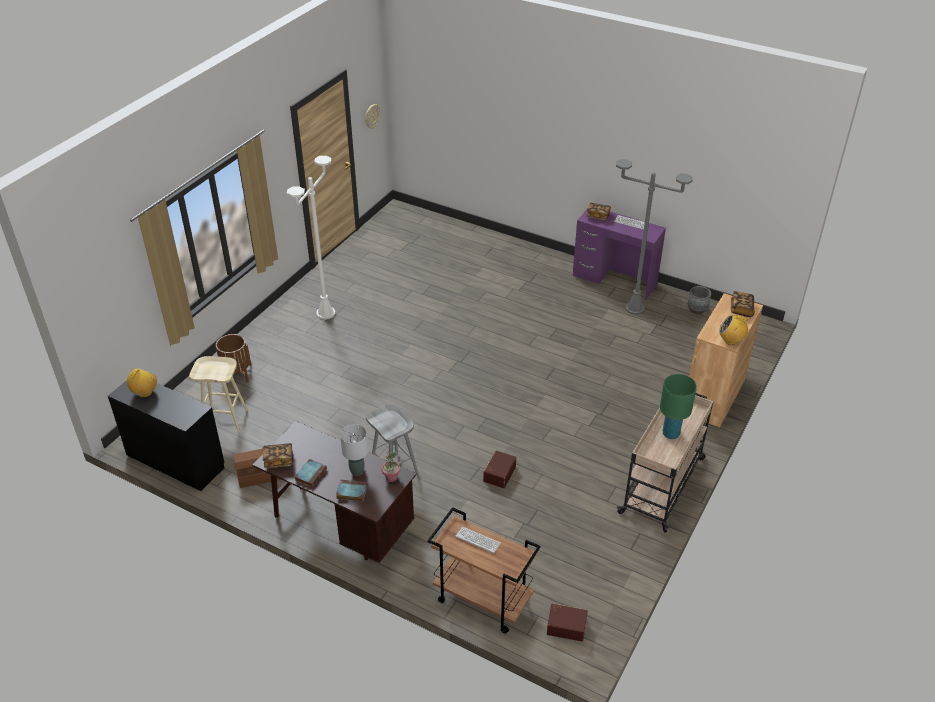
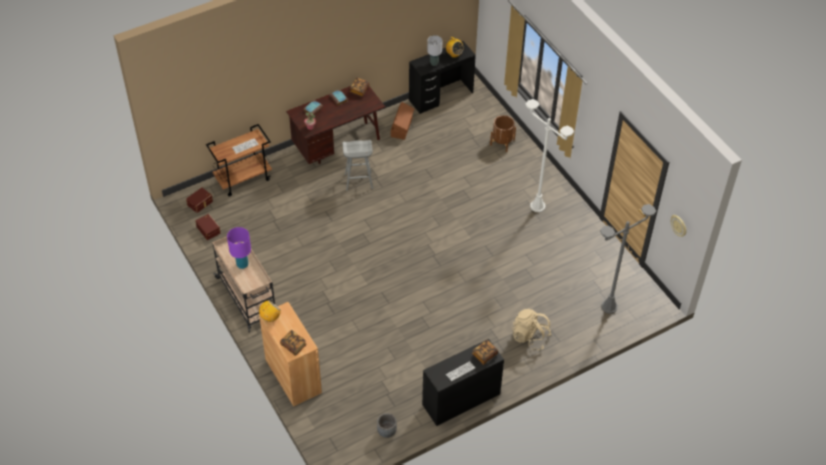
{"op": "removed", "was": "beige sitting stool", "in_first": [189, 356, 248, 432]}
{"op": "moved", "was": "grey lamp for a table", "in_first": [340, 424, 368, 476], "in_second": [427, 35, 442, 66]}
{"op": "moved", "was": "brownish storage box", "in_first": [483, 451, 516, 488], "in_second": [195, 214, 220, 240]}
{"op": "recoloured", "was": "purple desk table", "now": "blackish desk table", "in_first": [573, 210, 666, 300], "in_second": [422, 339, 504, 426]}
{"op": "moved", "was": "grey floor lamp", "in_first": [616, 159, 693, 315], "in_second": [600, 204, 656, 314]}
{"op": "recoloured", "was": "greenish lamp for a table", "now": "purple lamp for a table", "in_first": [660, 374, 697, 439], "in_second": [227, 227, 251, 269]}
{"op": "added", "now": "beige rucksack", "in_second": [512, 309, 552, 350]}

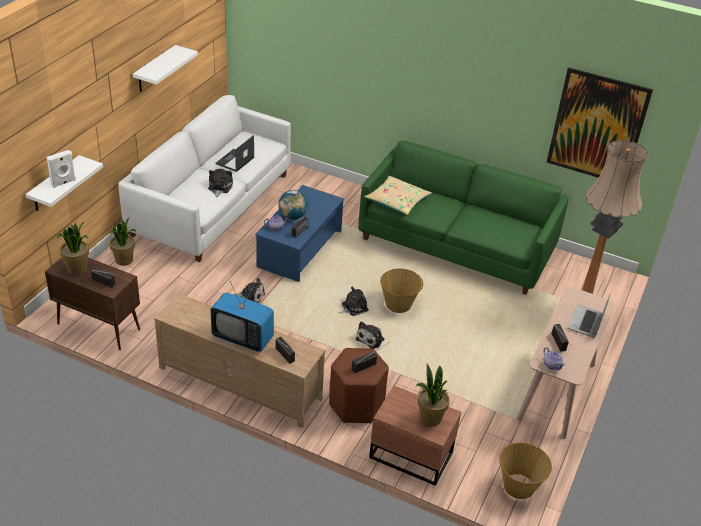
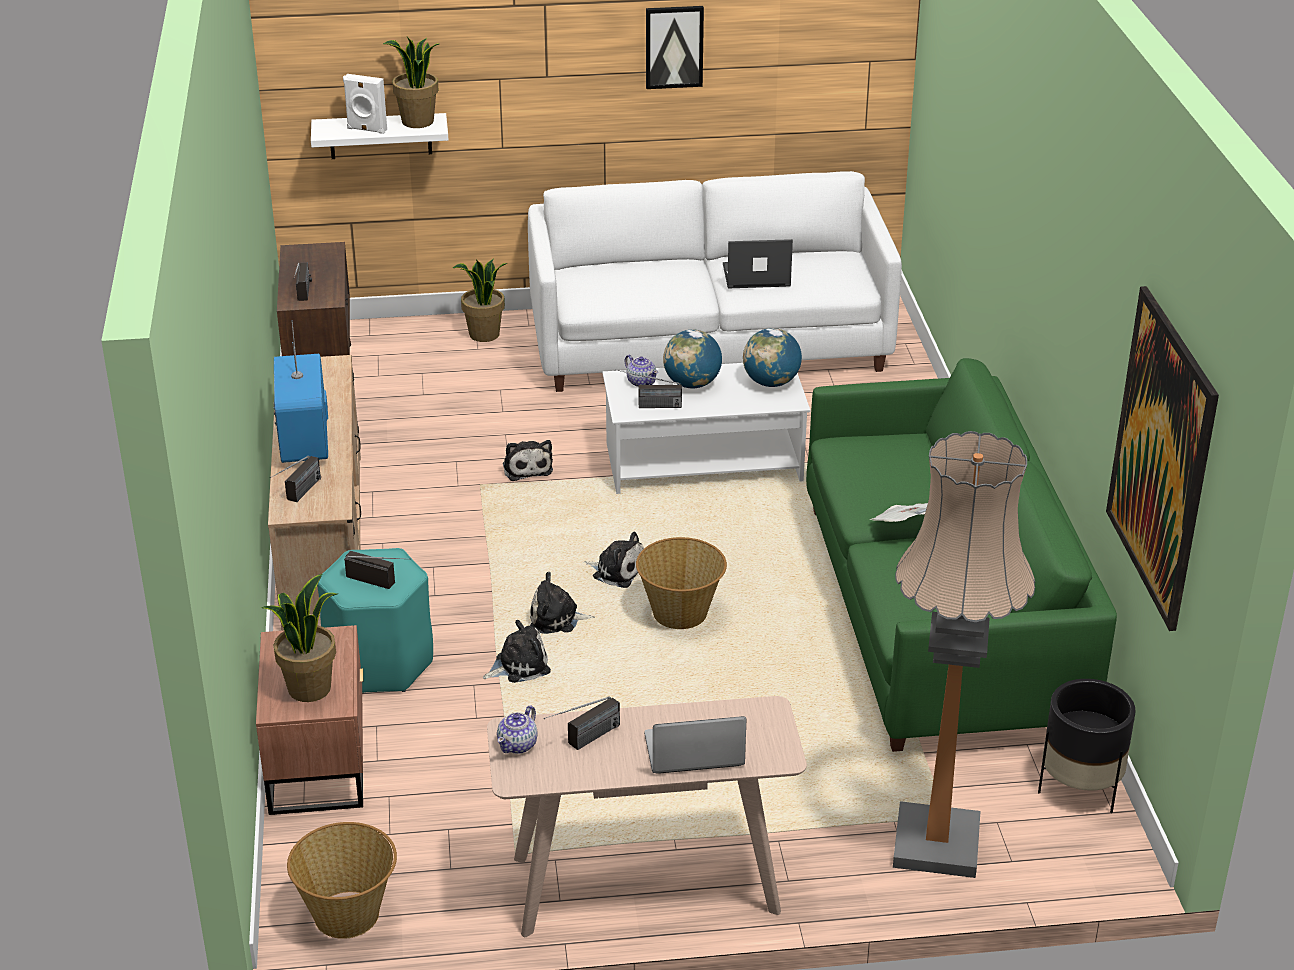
{"op": "moved", "was": "potted plant", "in_first": [57, 221, 89, 275], "in_second": [383, 37, 439, 128]}
{"op": "replaced", "was": "white-coloured shelf", "now": "picture", "in_first": [133, 45, 198, 92], "in_second": [646, 6, 704, 89]}
{"op": "moved", "was": "plush toy", "in_first": [208, 169, 233, 198], "in_second": [483, 620, 551, 683]}
{"op": "recoloured", "was": "bluish coffee table", "now": "white-coloured coffee table", "in_first": [255, 185, 344, 282], "in_second": [602, 363, 810, 494]}
{"op": "recoloured", "was": "brownish sitting stool", "now": "turquoise sitting stool", "in_first": [329, 348, 389, 424], "in_second": [317, 548, 433, 693]}
{"op": "removed", "was": "beige pillow", "in_first": [364, 176, 432, 215]}
{"op": "added", "now": "world globe", "in_second": [743, 328, 802, 387]}
{"op": "added", "now": "daily paper", "in_second": [869, 503, 928, 522]}
{"op": "added", "now": "blackish plant pot", "in_second": [1038, 679, 1136, 813]}

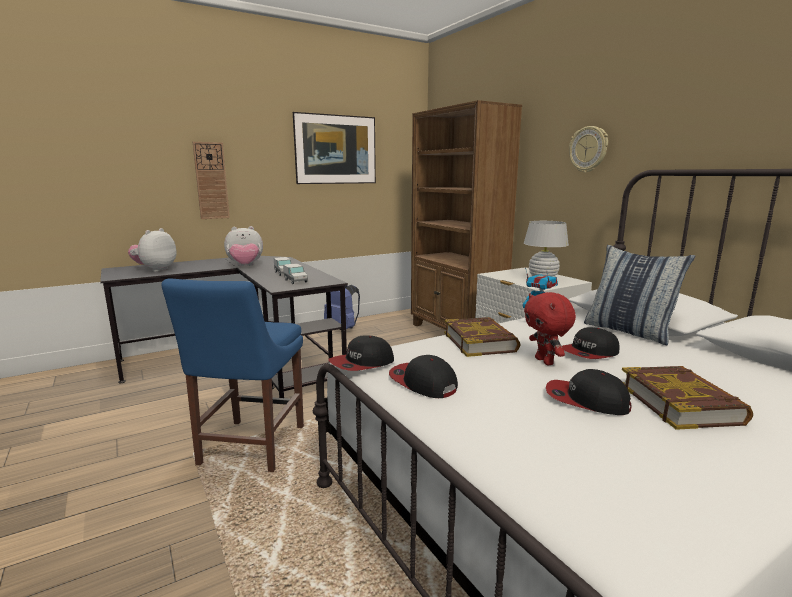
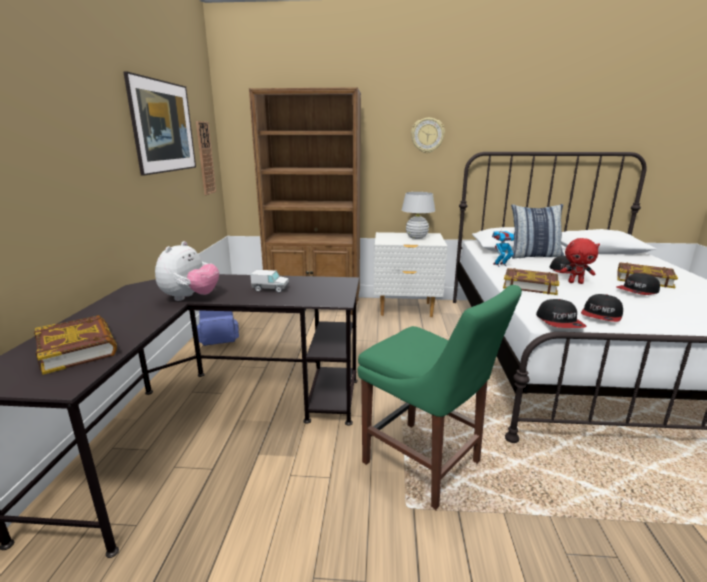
{"op": "replaced", "was": "plush toy", "now": "volume", "in_first": [128, 228, 176, 272], "in_second": [34, 315, 117, 375]}
{"op": "recoloured", "was": "bluish chair", "now": "greenish chair", "in_first": [161, 279, 304, 472], "in_second": [357, 285, 522, 511]}
{"op": "moved", "was": "hanging clock", "in_first": [193, 142, 230, 219], "in_second": [196, 121, 216, 195]}
{"op": "removed", "was": "toy lorry", "in_first": [283, 263, 308, 284]}
{"op": "turned", "was": "cap", "in_first": [389, 355, 458, 398], "in_second": [581, 294, 623, 322], "clockwise": -45}

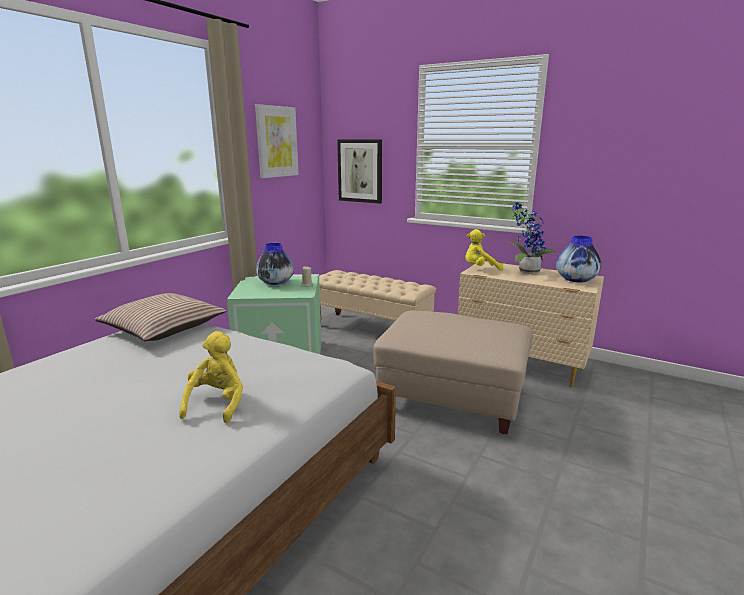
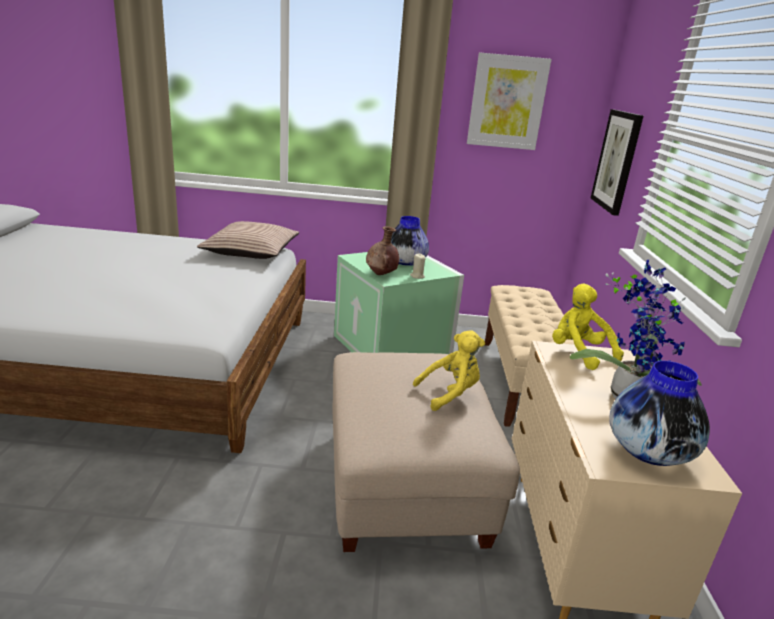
{"op": "moved", "was": "yellow-coloured plush toy", "in_first": [179, 331, 243, 423], "in_second": [413, 330, 485, 411]}
{"op": "added", "now": "brownish vase", "in_second": [366, 226, 399, 275]}

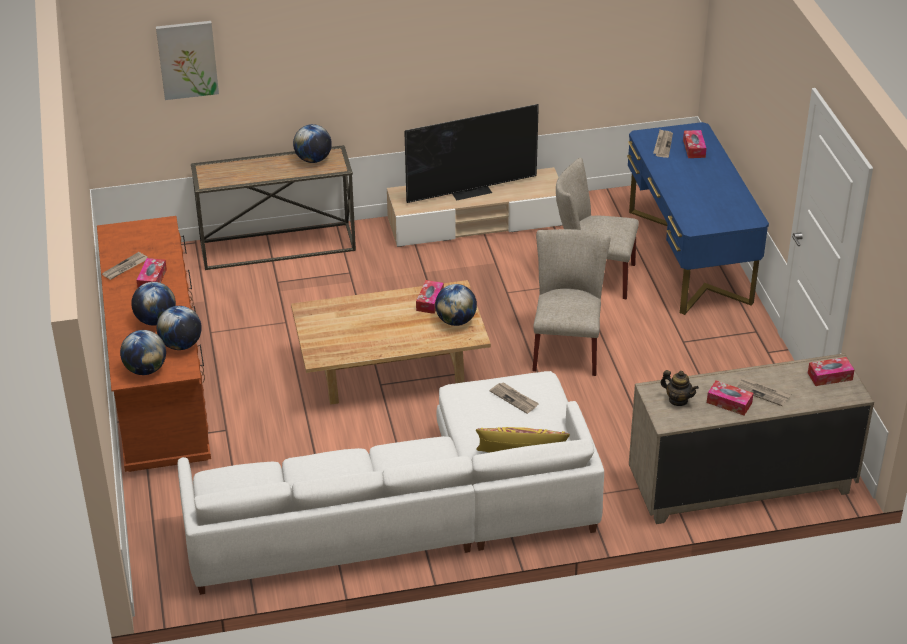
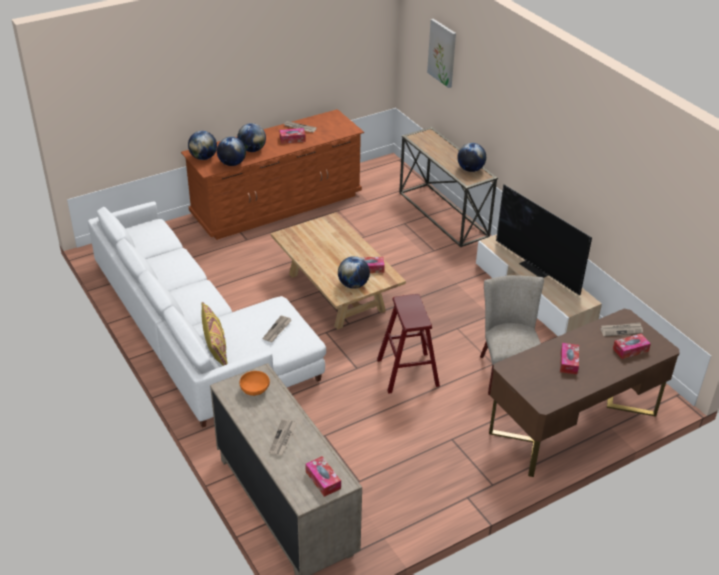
{"op": "replaced", "was": "beige chair", "now": "red sitting stool", "in_first": [532, 229, 610, 376], "in_second": [377, 294, 440, 394]}
{"op": "recoloured", "was": "bluish desk table", "now": "brownish desk table", "in_first": [627, 122, 769, 315], "in_second": [489, 309, 679, 477]}
{"op": "replaced", "was": "pot for tea", "now": "orangey bowl", "in_first": [661, 370, 699, 406], "in_second": [240, 371, 270, 396]}
{"op": "moved", "was": "tissue box", "in_first": [707, 380, 753, 415], "in_second": [560, 343, 579, 374]}

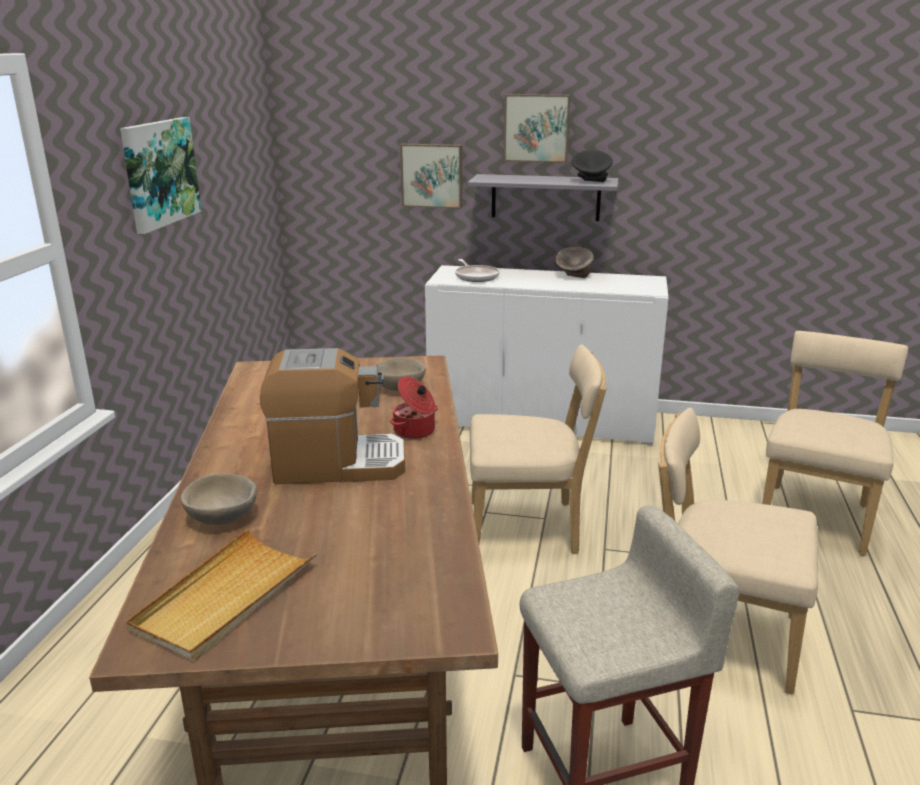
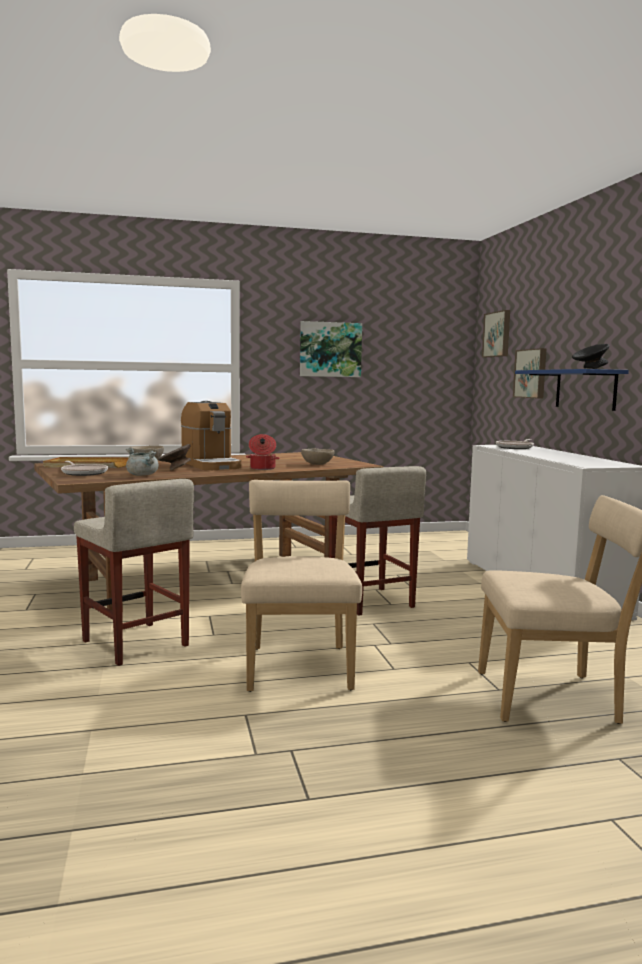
{"op": "recoloured", "was": "grey shelf", "now": "bluish shelf", "in_first": [468, 174, 619, 221], "in_second": [515, 369, 629, 411]}
{"op": "replaced", "was": "beige chair", "now": "beige sitting stool", "in_first": [470, 344, 607, 554], "in_second": [329, 466, 426, 615]}
{"op": "moved", "was": "picture", "in_first": [503, 94, 570, 163], "in_second": [482, 310, 510, 357]}
{"op": "moved", "was": "grey bowl", "in_first": [555, 247, 594, 278], "in_second": [158, 444, 191, 470]}
{"op": "added", "now": "pan", "in_second": [61, 461, 108, 476]}
{"op": "added", "now": "grey saucepot", "in_second": [126, 448, 158, 476]}

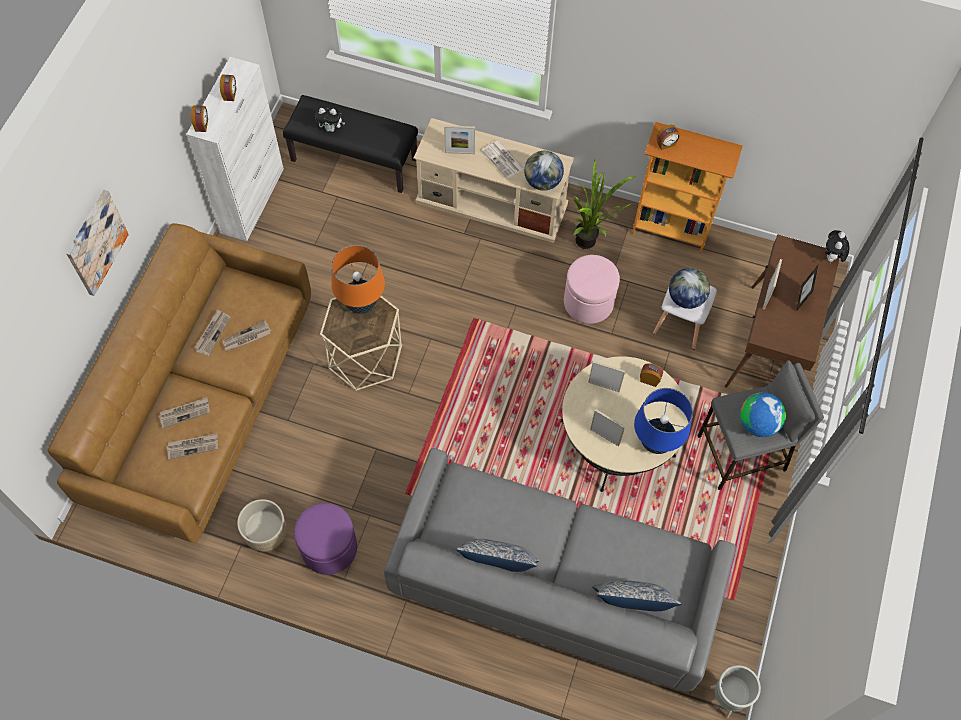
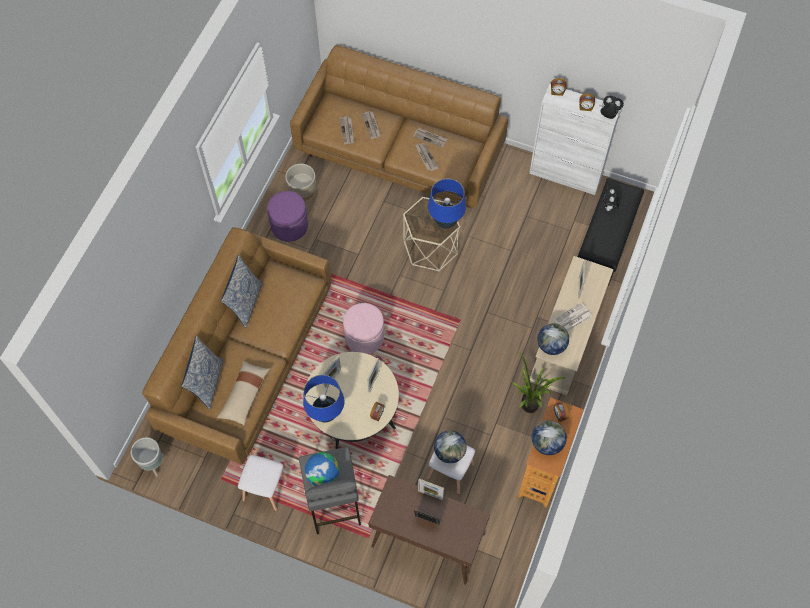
{"op": "removed", "was": "picture", "in_first": [66, 190, 129, 296]}
{"op": "recoloured", "was": "orangey lamp for a table", "now": "bluish lamp for a table", "in_first": [331, 245, 385, 314], "in_second": [428, 179, 466, 229]}
{"op": "recoloured", "was": "grey couch", "now": "brownish couch", "in_first": [384, 448, 736, 692], "in_second": [142, 227, 332, 464]}
{"op": "moved", "was": "pink-coloured footrest", "in_first": [564, 255, 620, 324], "in_second": [343, 303, 384, 354]}
{"op": "moved", "was": "plush toy", "in_first": [825, 230, 849, 262], "in_second": [599, 96, 624, 119]}
{"op": "added", "now": "beige pillow", "in_second": [217, 361, 270, 425]}
{"op": "added", "now": "white-coloured sitting stool", "in_second": [238, 455, 289, 511]}
{"op": "added", "now": "world globe", "in_second": [532, 420, 567, 455]}

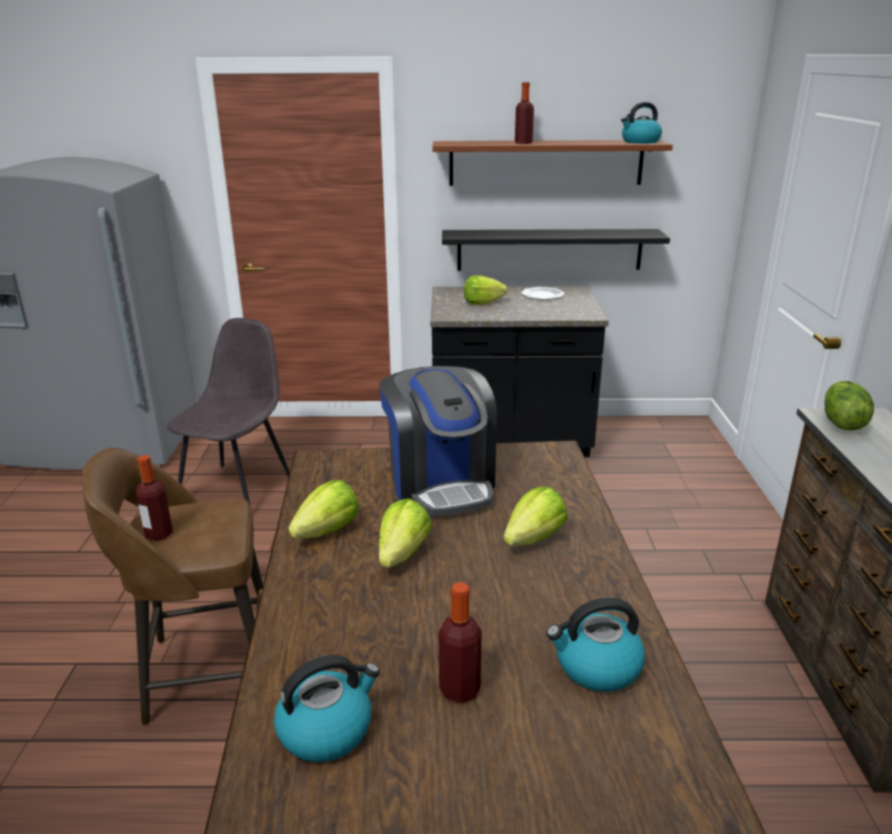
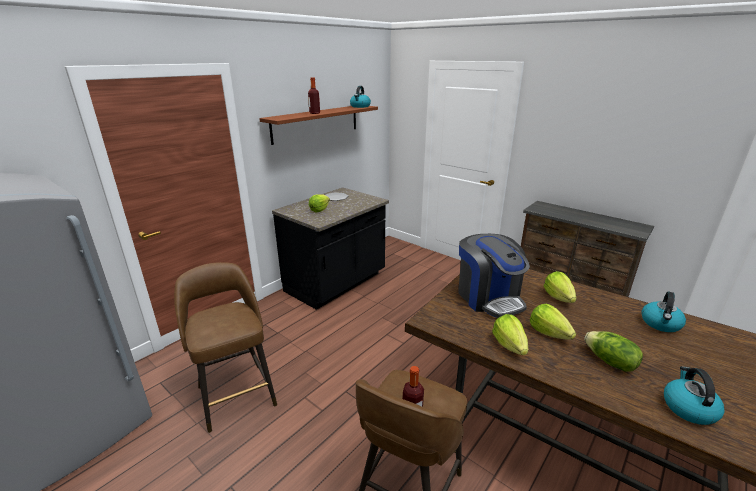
{"op": "replaced", "was": "grey chair", "now": "brownish sitting stool", "in_first": [167, 318, 290, 507], "in_second": [174, 262, 277, 433]}
{"op": "turned", "was": "coffee machine", "in_first": [379, 366, 497, 517], "in_second": [458, 234, 530, 318], "clockwise": 45}
{"op": "removed", "was": "drink bottle", "in_first": [438, 582, 482, 704]}
{"op": "removed", "was": "blackish shelf", "in_first": [442, 229, 670, 271]}
{"op": "moved", "was": "head of lettuce", "in_first": [824, 381, 874, 431], "in_second": [584, 331, 643, 372]}

